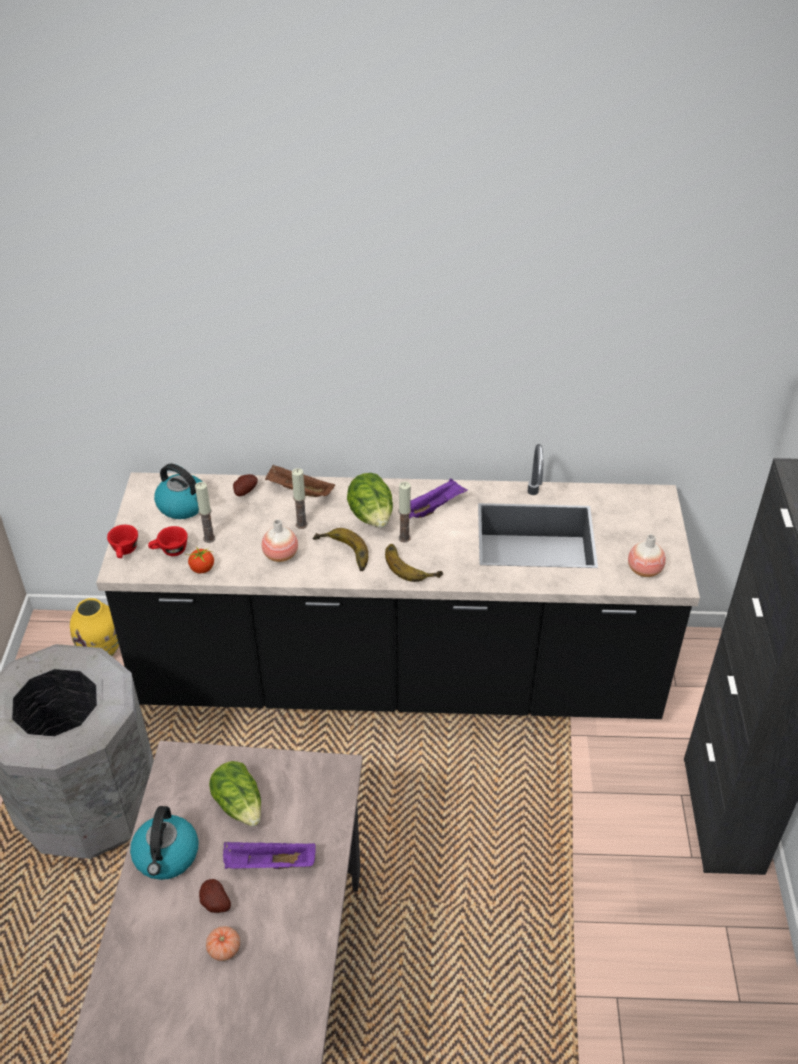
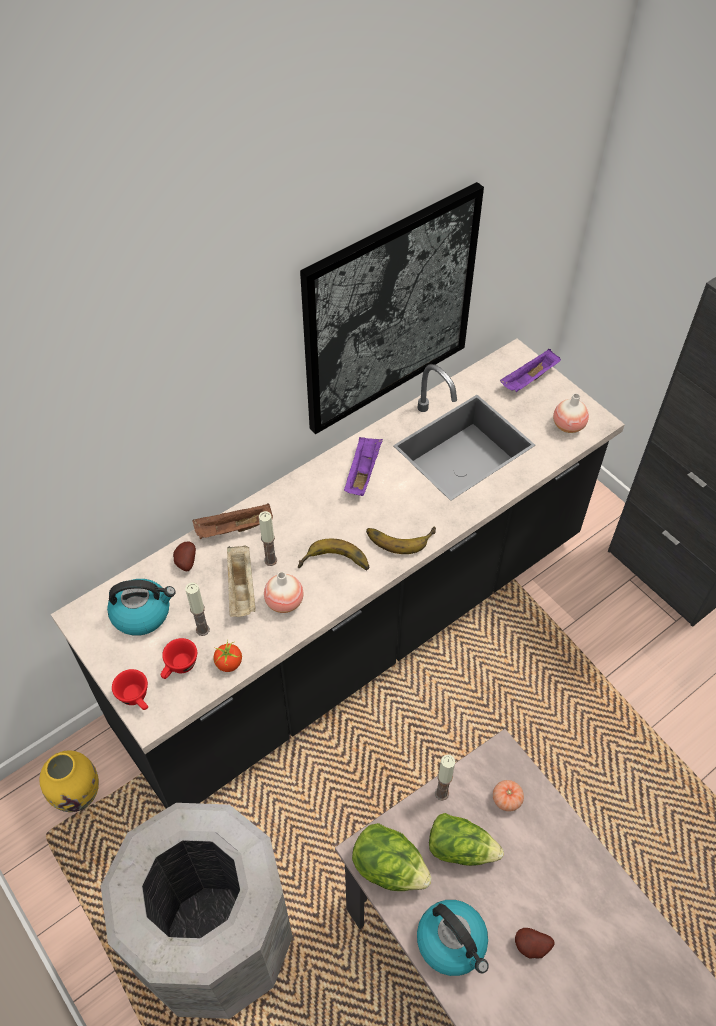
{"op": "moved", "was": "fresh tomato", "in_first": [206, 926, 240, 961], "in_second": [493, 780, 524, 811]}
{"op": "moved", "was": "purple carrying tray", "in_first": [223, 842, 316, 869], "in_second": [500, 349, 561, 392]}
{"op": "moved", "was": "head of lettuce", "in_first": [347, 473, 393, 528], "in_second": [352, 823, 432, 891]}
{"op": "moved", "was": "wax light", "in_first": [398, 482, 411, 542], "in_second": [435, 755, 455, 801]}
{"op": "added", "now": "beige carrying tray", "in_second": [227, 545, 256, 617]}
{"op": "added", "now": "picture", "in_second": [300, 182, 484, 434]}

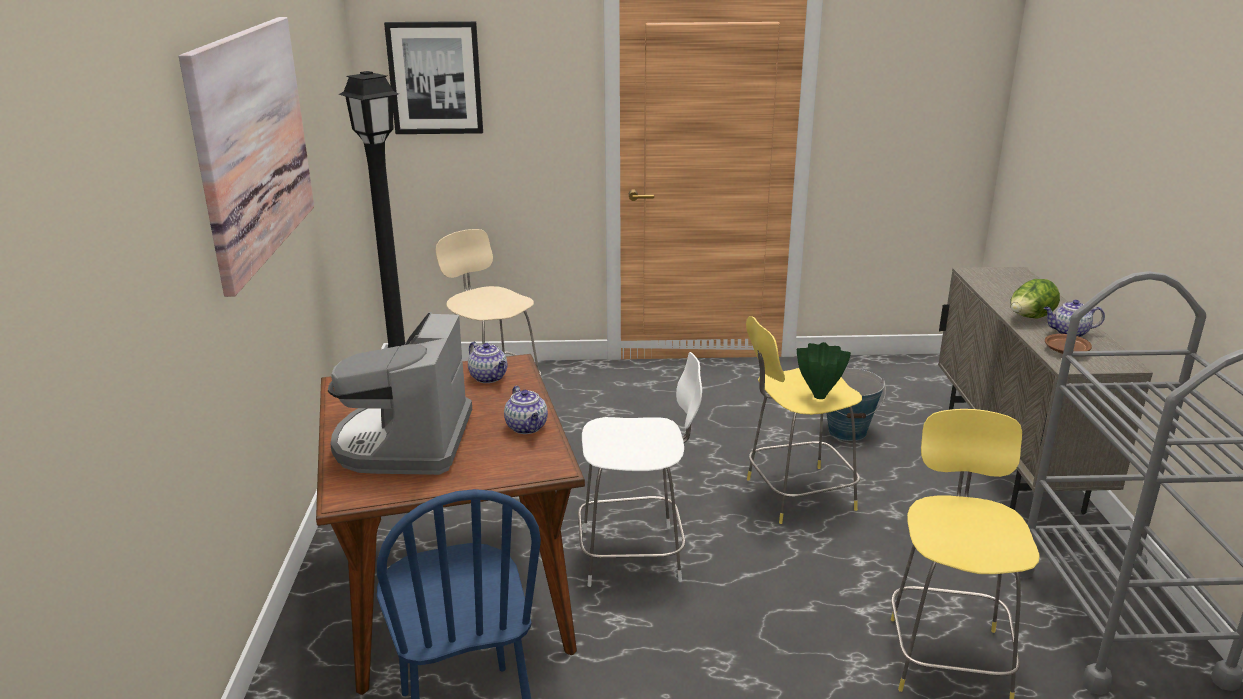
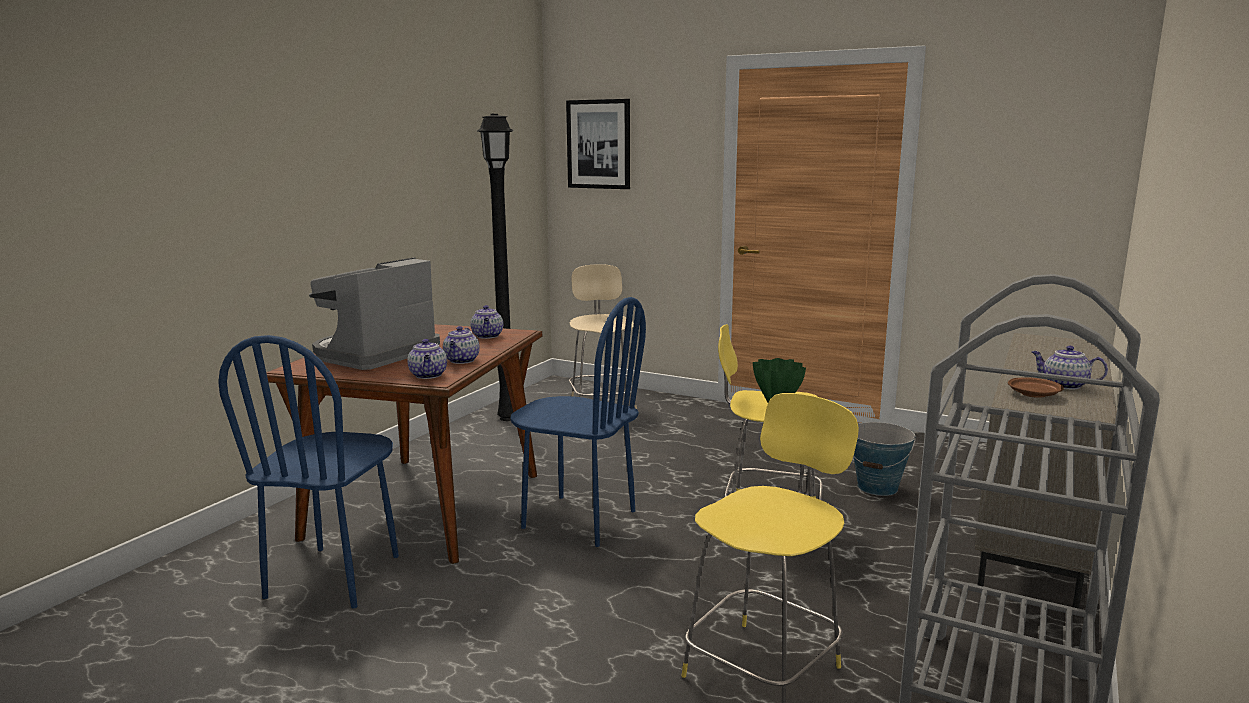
{"op": "removed", "was": "picture", "in_first": [179, 17, 314, 297]}
{"op": "replaced", "was": "white-coloured sitting stool", "now": "bluish chair", "in_first": [578, 352, 702, 587], "in_second": [510, 297, 646, 547]}
{"op": "removed", "was": "head of lettuce", "in_first": [1010, 279, 1060, 319]}
{"op": "added", "now": "pot for tea", "in_second": [407, 339, 447, 379]}

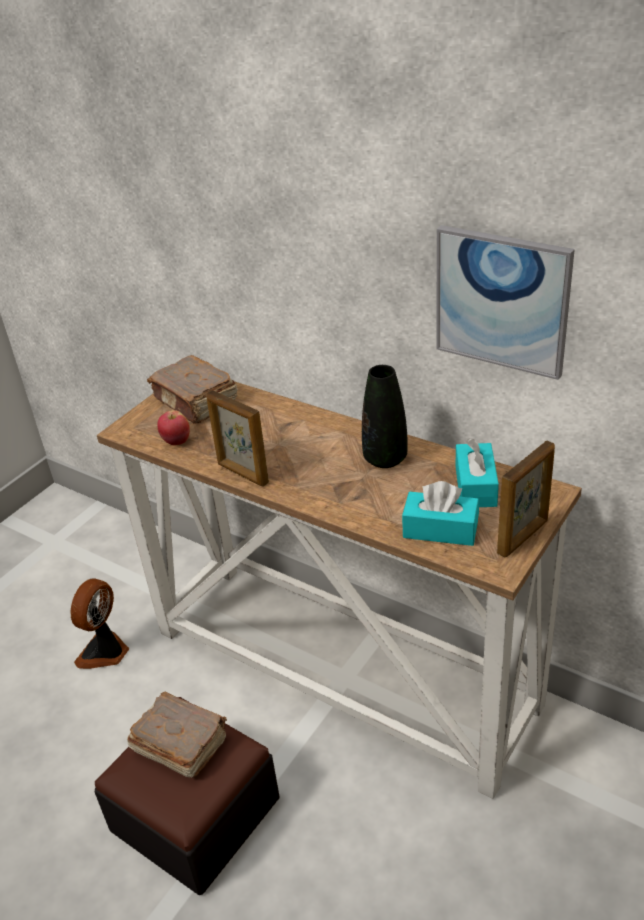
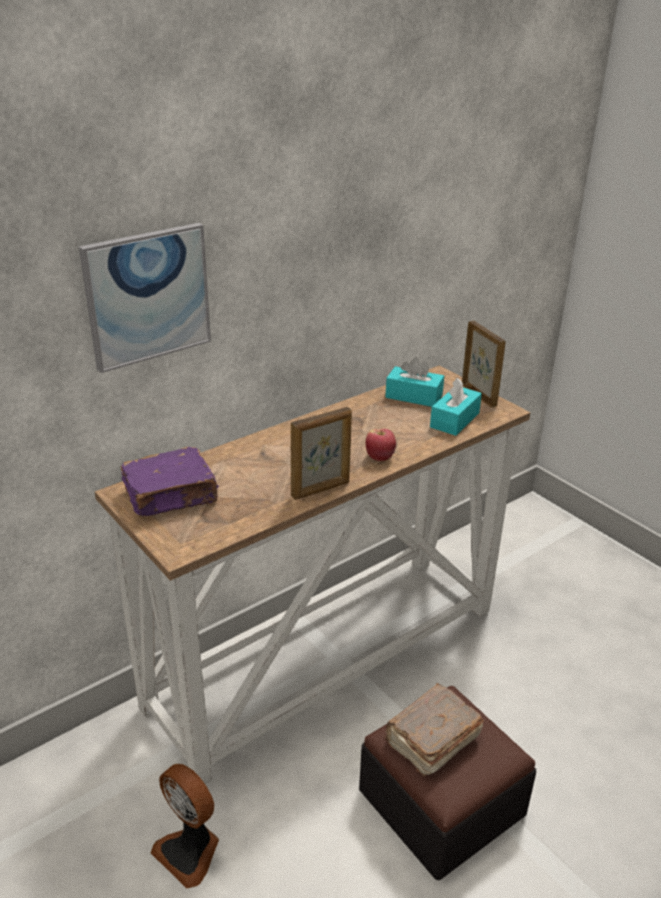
{"op": "recoloured", "was": "brownish volume", "now": "purple volume", "in_first": [147, 355, 238, 424], "in_second": [121, 447, 219, 516]}
{"op": "moved", "was": "apple fruit", "in_first": [157, 410, 190, 445], "in_second": [366, 429, 396, 461]}
{"op": "removed", "was": "blackish vase", "in_first": [362, 365, 408, 468]}
{"op": "moved", "was": "picture", "in_first": [437, 225, 575, 380], "in_second": [79, 223, 211, 373]}

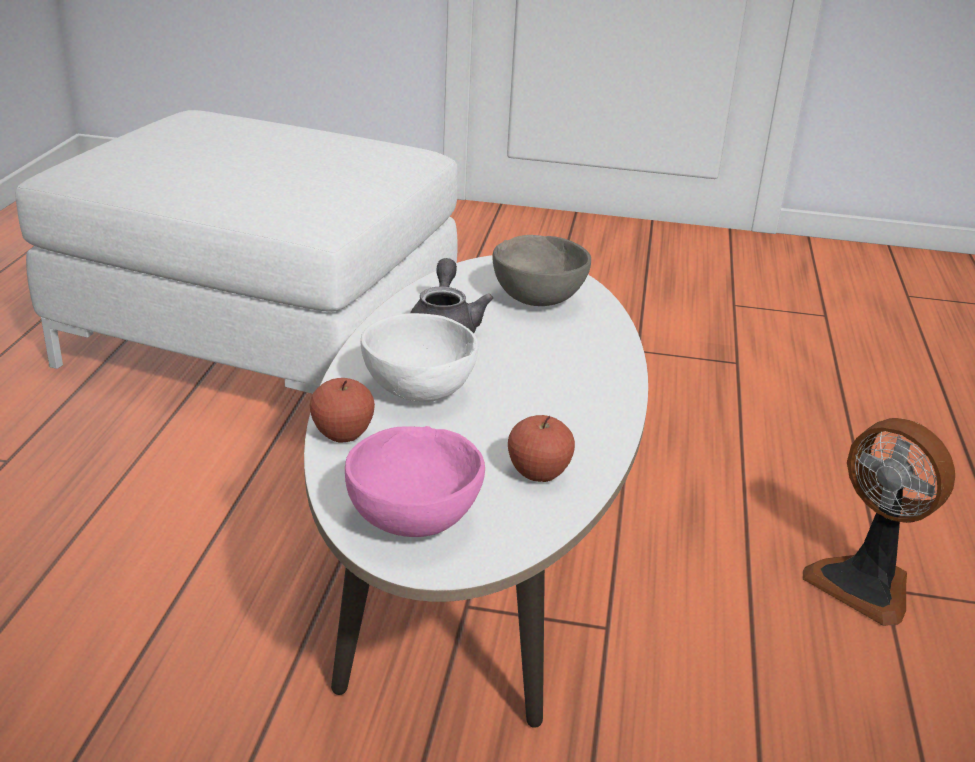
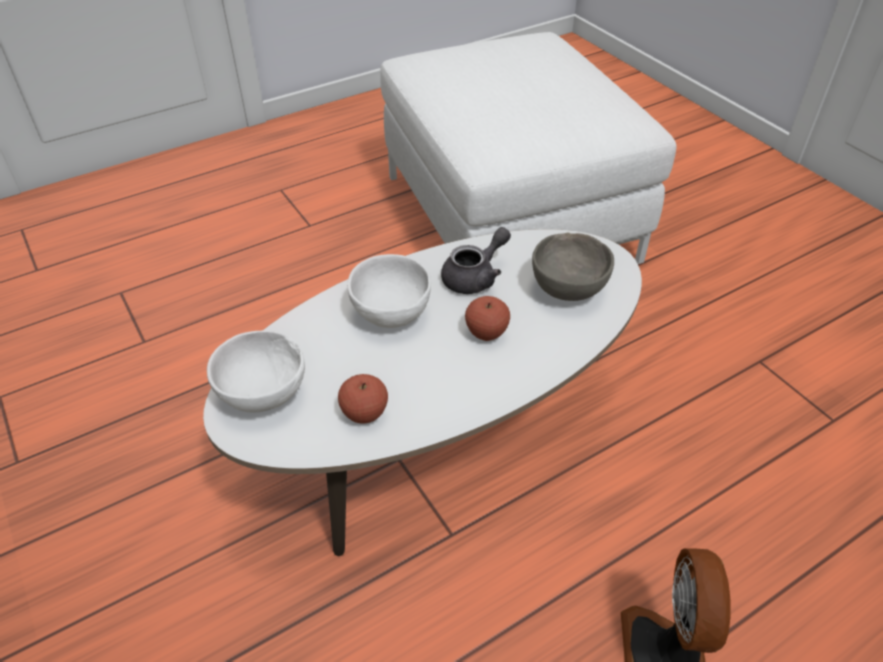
{"op": "moved", "was": "apple fruit", "in_first": [310, 378, 375, 443], "in_second": [465, 296, 510, 341]}
{"op": "recoloured", "was": "pink-coloured bowl", "now": "white-coloured bowl", "in_first": [345, 426, 485, 537], "in_second": [207, 330, 305, 412]}

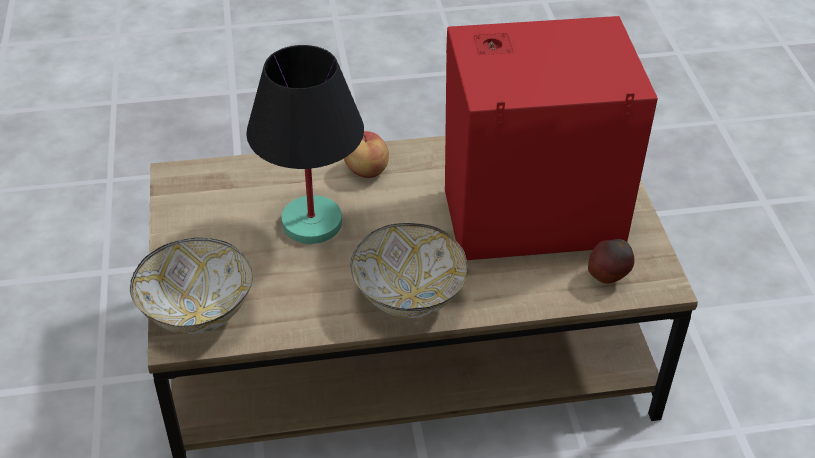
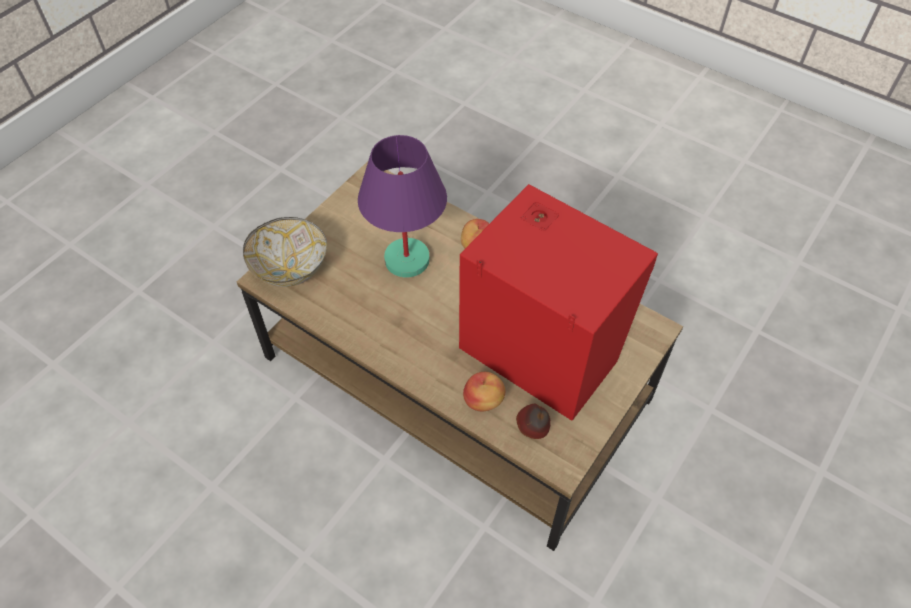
{"op": "recoloured", "was": "blackish lamp for a table", "now": "purple lamp for a table", "in_first": [246, 45, 364, 244], "in_second": [358, 135, 447, 278]}
{"op": "removed", "was": "bowl", "in_first": [351, 223, 468, 318]}
{"op": "added", "now": "apple fruit", "in_second": [463, 372, 505, 411]}

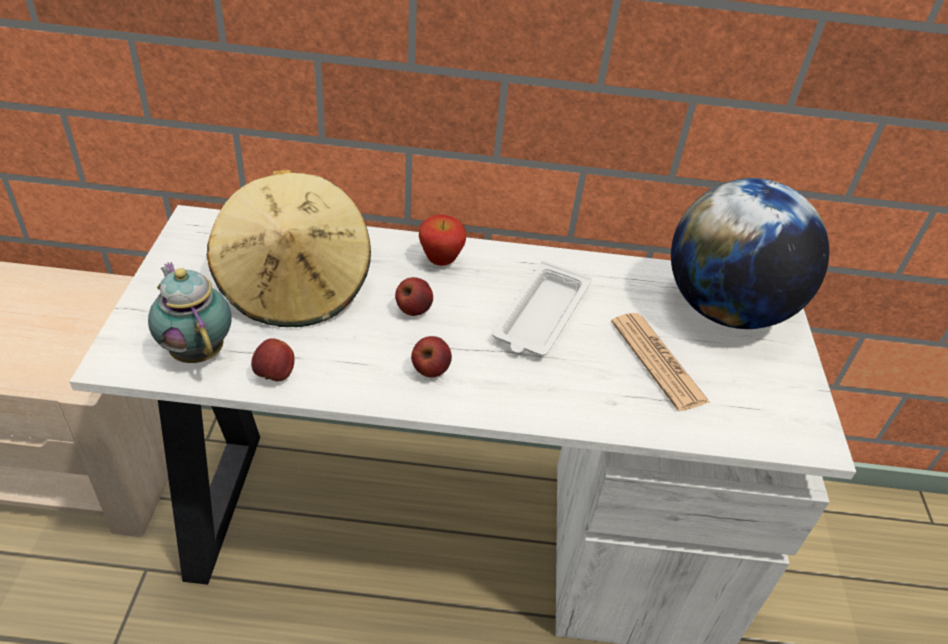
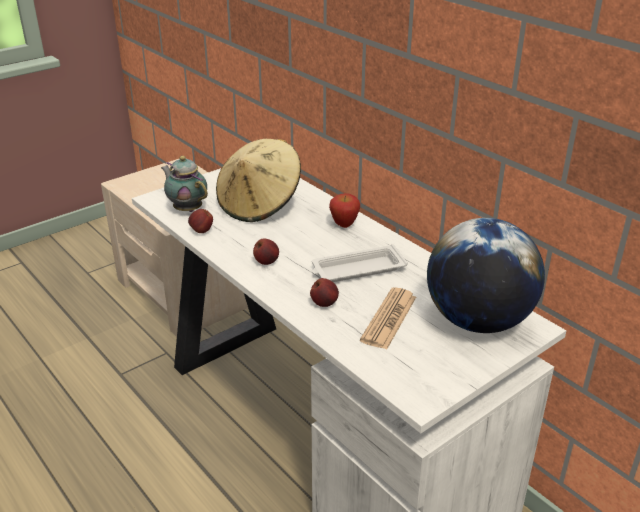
{"op": "turned", "was": "pot for tea", "in_first": [148, 262, 232, 363], "in_second": [161, 156, 208, 212], "clockwise": -60}
{"op": "moved", "was": "apple fruit", "in_first": [395, 277, 433, 316], "in_second": [310, 278, 339, 307]}

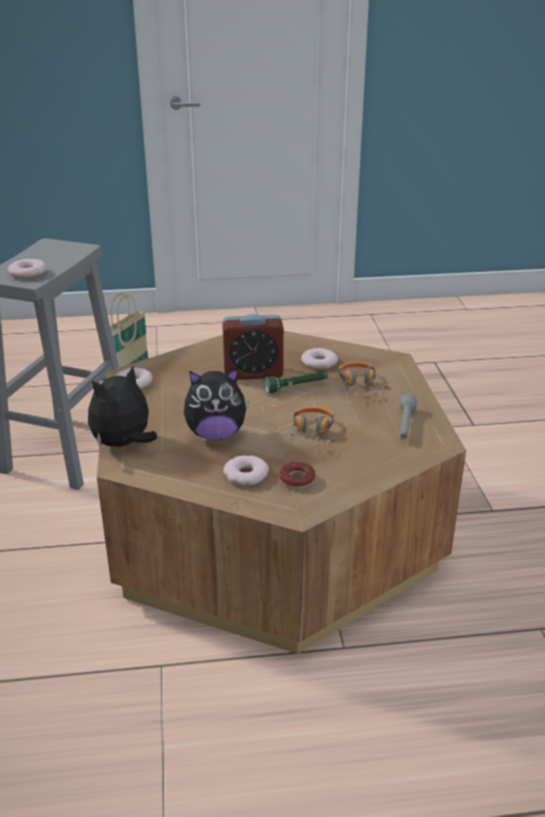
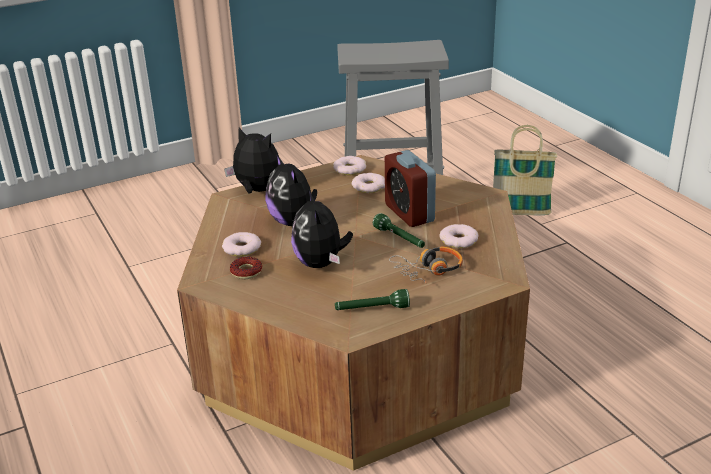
{"op": "moved", "was": "donut", "in_first": [8, 259, 47, 278], "in_second": [352, 173, 385, 193]}
{"op": "replaced", "was": "headset", "now": "plush toy", "in_first": [277, 407, 338, 446], "in_second": [291, 189, 353, 268]}
{"op": "recoloured", "was": "grey hand torch", "now": "greenish hand torch", "in_first": [400, 393, 417, 439], "in_second": [335, 289, 410, 310]}

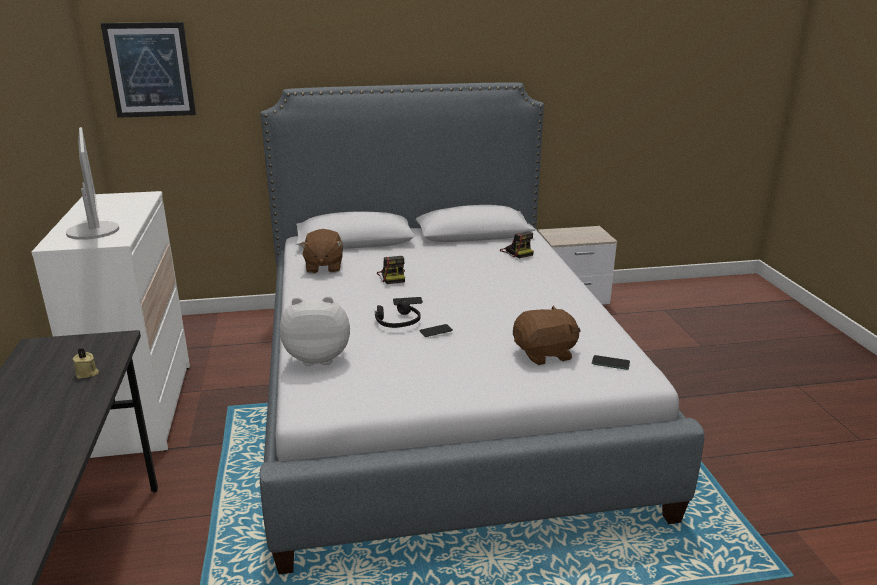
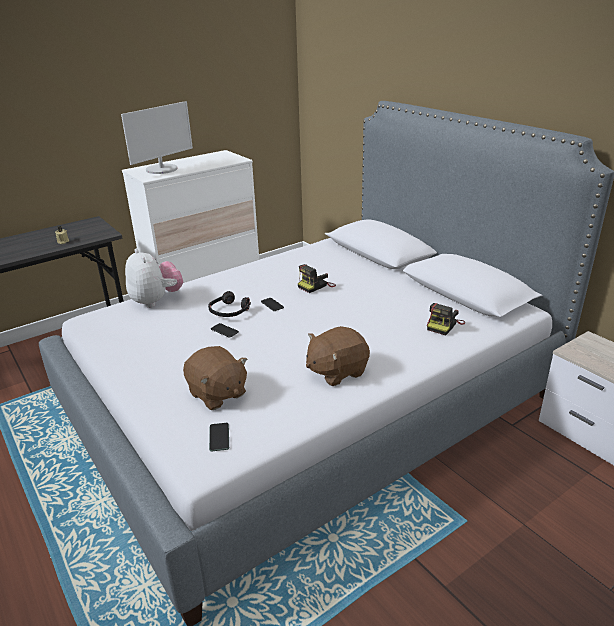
{"op": "removed", "was": "picture", "in_first": [100, 22, 196, 118]}
{"op": "moved", "was": "brownish plush toy", "in_first": [300, 229, 343, 273], "in_second": [306, 326, 370, 386]}

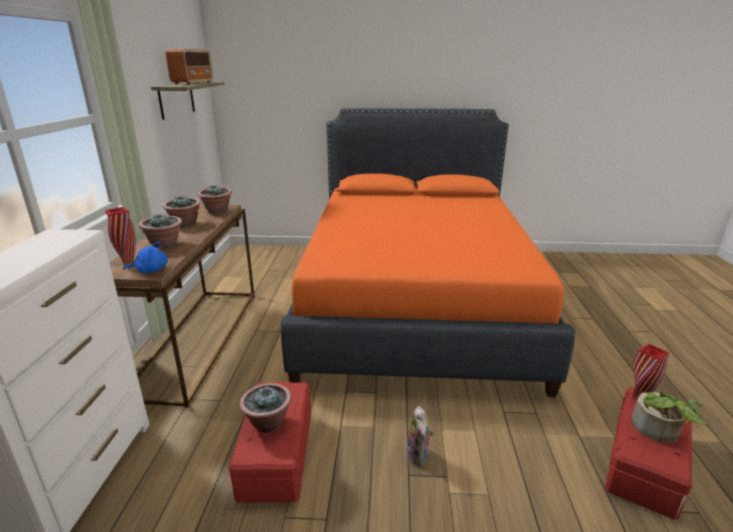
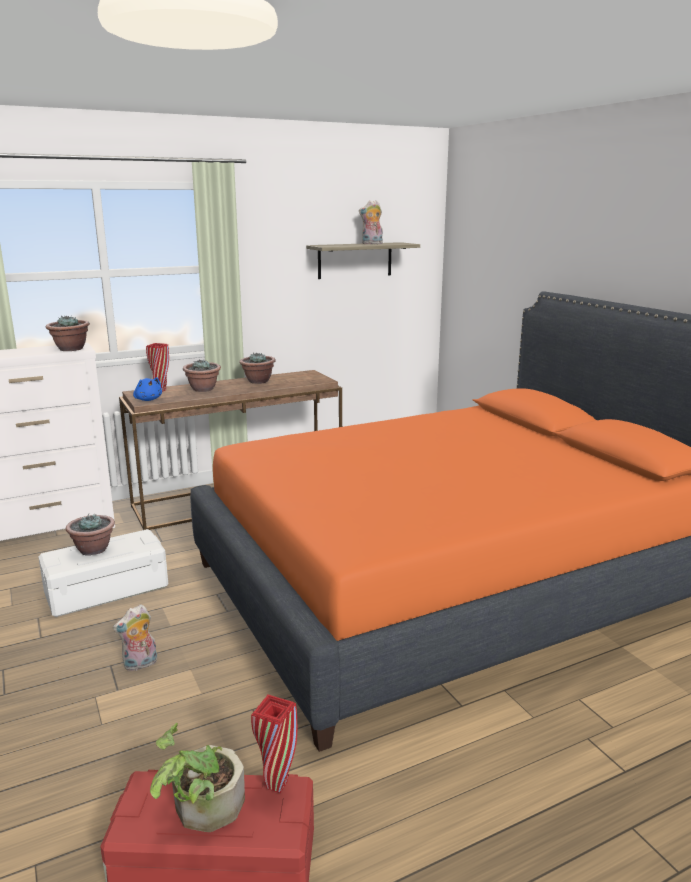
{"op": "replaced", "was": "radio receiver", "now": "plush toy", "in_first": [166, 49, 213, 84], "in_second": [359, 200, 383, 244]}
{"op": "moved", "was": "potted plant", "in_first": [198, 185, 232, 214], "in_second": [46, 315, 90, 351]}
{"op": "recoloured", "was": "red storage box", "now": "white-coloured storage box", "in_first": [229, 382, 311, 503], "in_second": [38, 529, 168, 617]}

